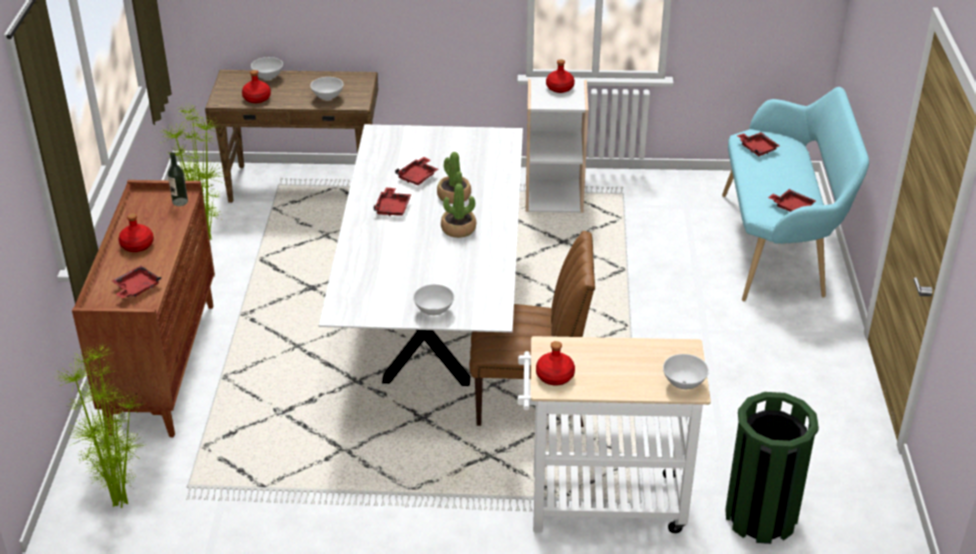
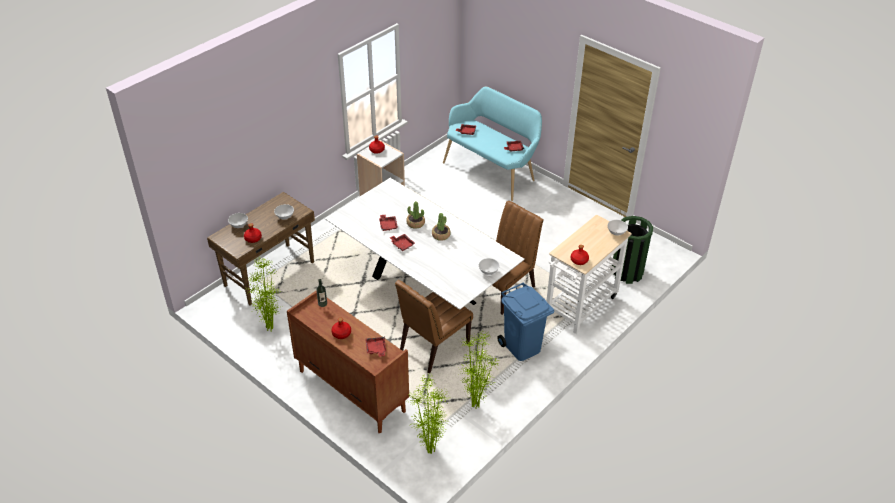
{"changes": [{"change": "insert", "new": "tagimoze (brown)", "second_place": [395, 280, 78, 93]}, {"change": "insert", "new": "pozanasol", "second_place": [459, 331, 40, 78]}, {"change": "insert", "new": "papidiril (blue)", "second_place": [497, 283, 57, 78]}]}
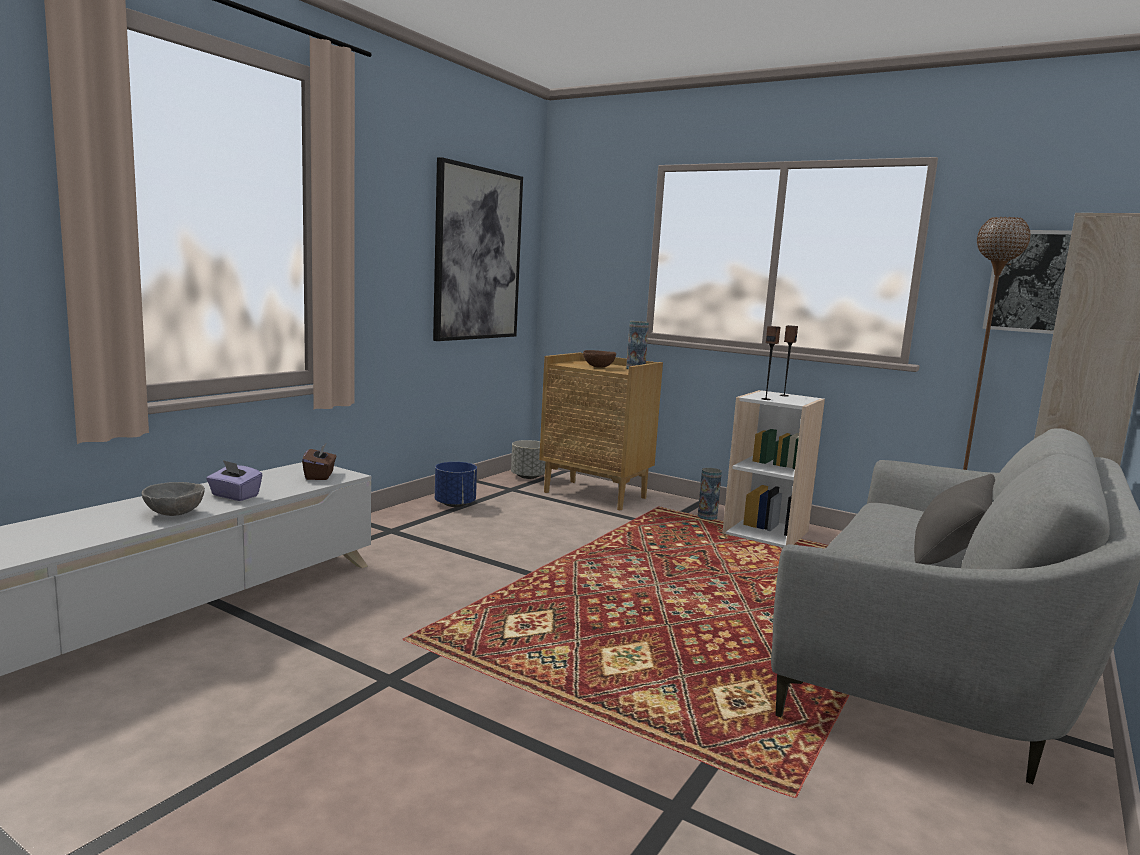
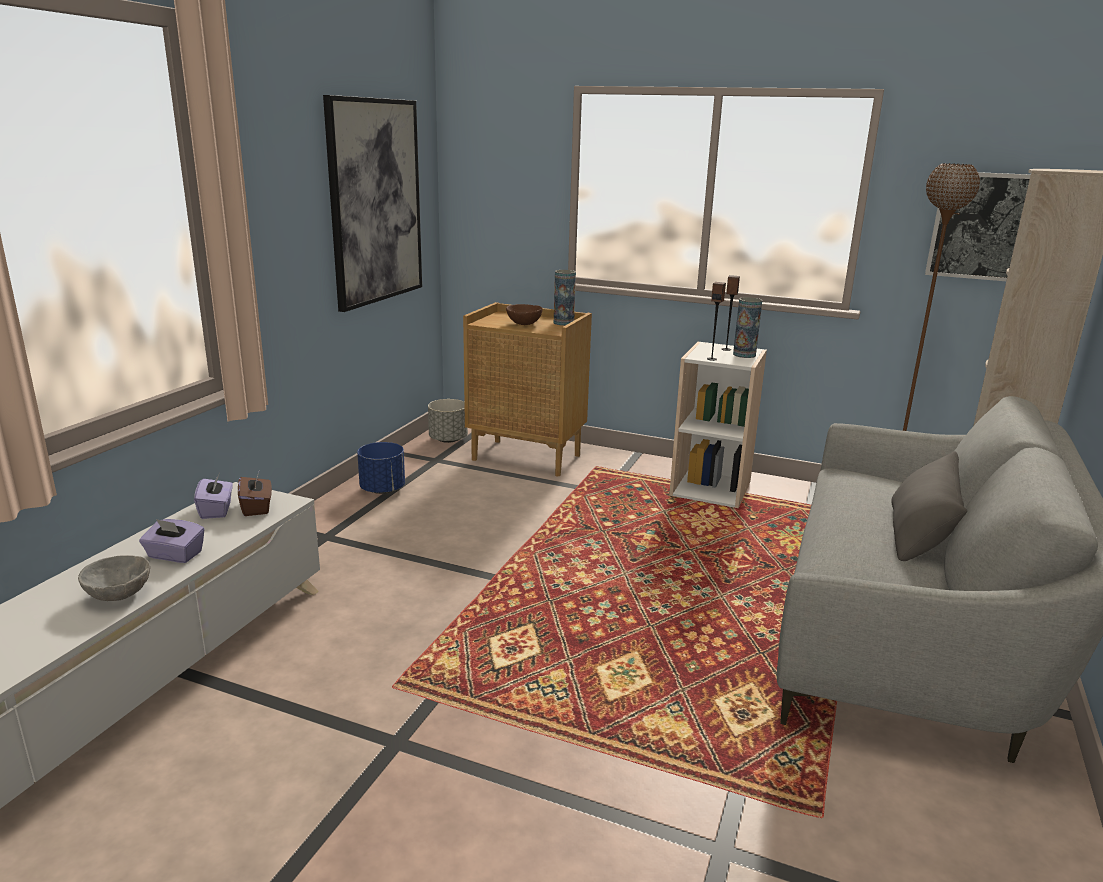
{"changes": [{"change": "move", "old": "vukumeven", "first_place": [698, 468, 24, 52], "second_place": [733, 297, 29, 61]}, {"change": "insert", "new": "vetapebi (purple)", "second_place": [194, 474, 39, 45]}]}
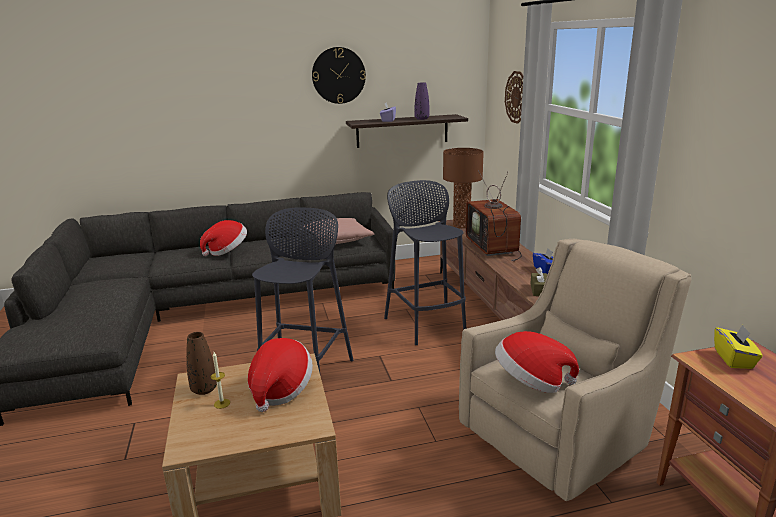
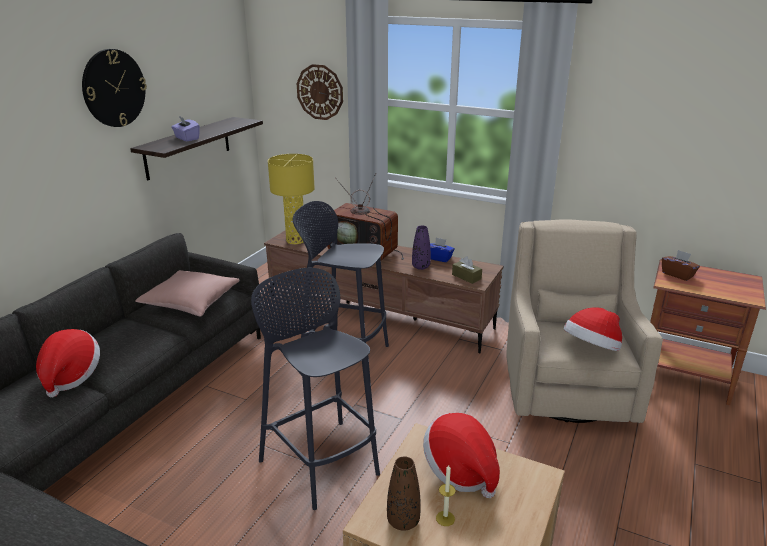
{"changes": [{"change": "move", "old": "vukumeven (purple)", "first_place": [414, 83, 16, 37], "second_place": [412, 225, 19, 45]}, {"change": "recolor", "old": "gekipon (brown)", "new": "gekipon (yellow)", "first_place": [443, 148, 41, 80], "second_place": [268, 154, 47, 90]}, {"change": "recolor", "old": "vetapebi (yellow)", "new": "vetapebi (brown)", "first_place": [714, 325, 49, 44], "second_place": [662, 250, 38, 31]}]}
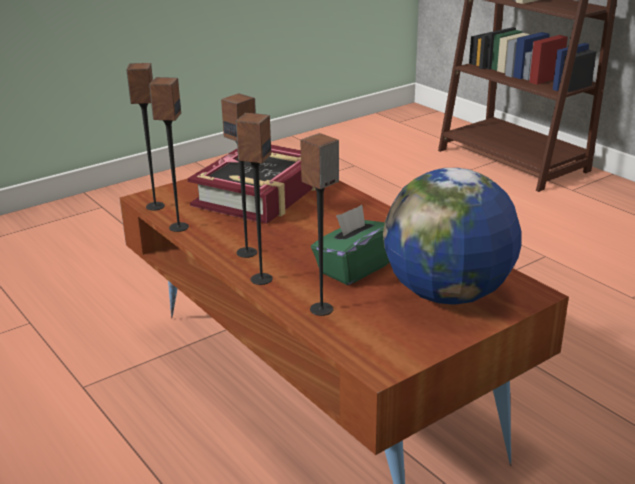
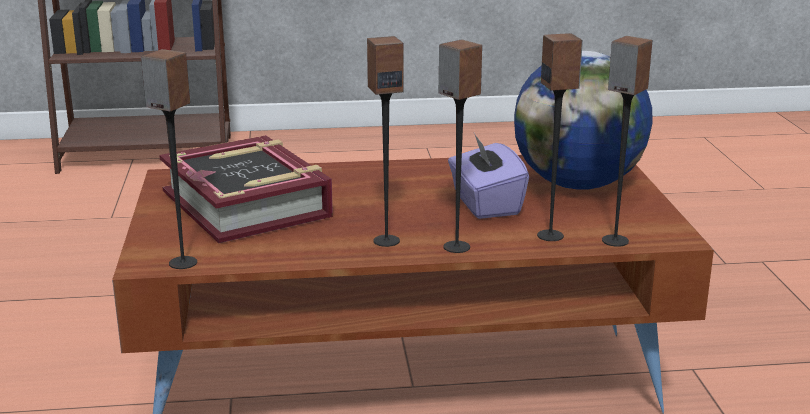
{"changes": [{"change": "move", "old": "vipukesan", "first_place": [149, 77, 40, 155], "second_place": [602, 36, 50, 211]}, {"change": "recolor", "old": "vetapebi (green)", "new": "vetapebi (purple)", "first_place": [311, 205, 79, 80], "second_place": [448, 133, 81, 86]}]}
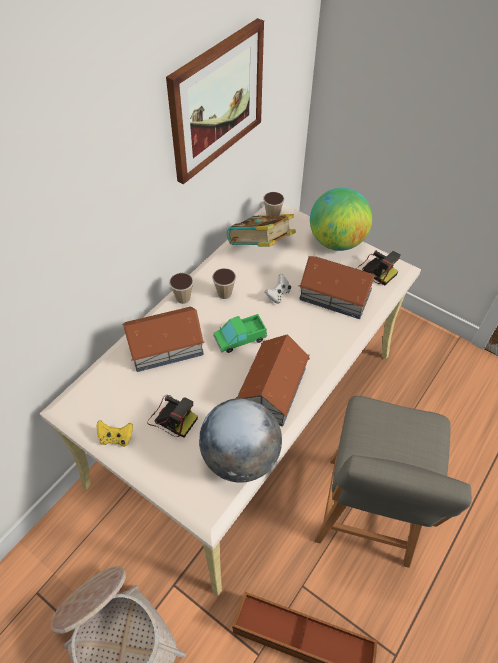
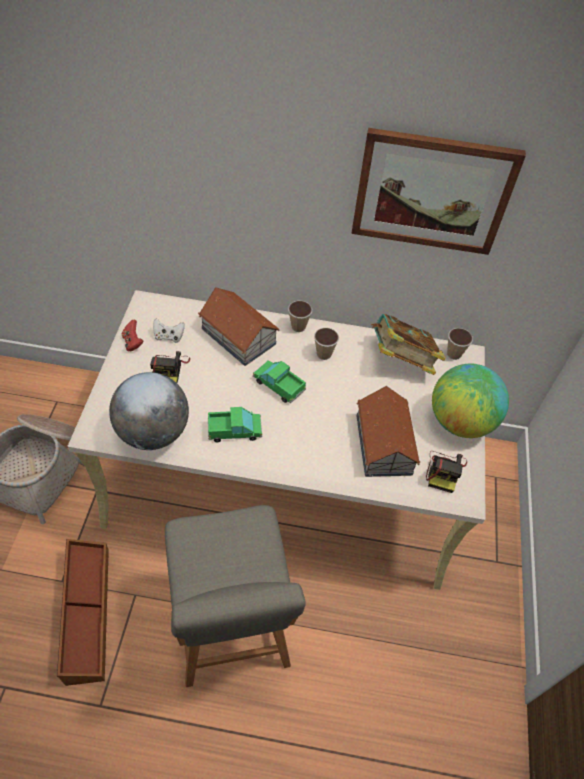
{"changes": [{"change": "recolor", "old": "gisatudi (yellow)", "new": "gisatudi (red)", "first_place": [97, 420, 36, 27], "second_place": [122, 320, 22, 32]}, {"change": "replace", "old": "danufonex", "new": "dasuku", "first_place": [236, 334, 74, 93], "second_place": [208, 407, 54, 35]}, {"change": "move", "old": "gisatudi (white)", "first_place": [265, 274, 26, 30], "second_place": [153, 319, 32, 24]}, {"change": "rotate", "old": "tagimoze (grey)", "first_place": [315, 396, 157, 172], "second_place": [165, 505, 141, 182], "degrees": -90}]}
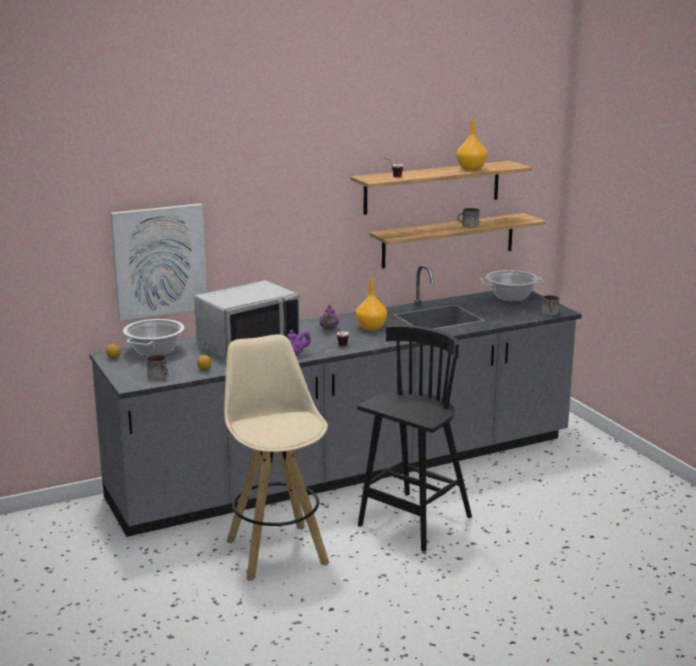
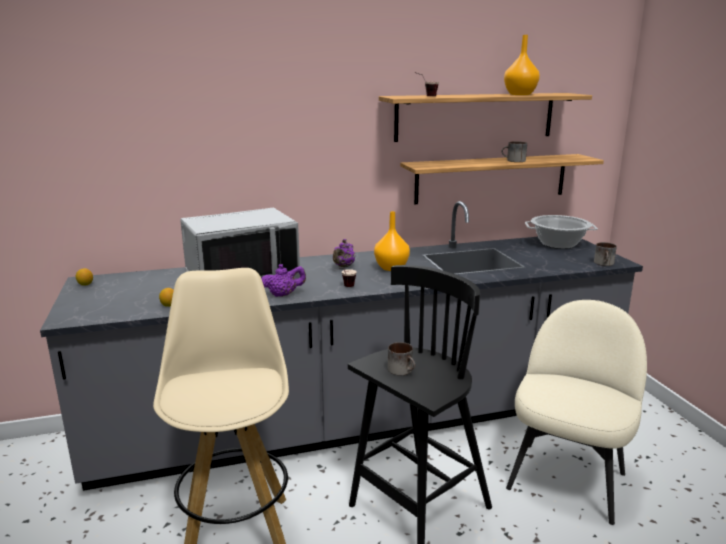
{"changes": [{"change": "delete", "old": "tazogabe", "first_place": [110, 203, 97, 118]}, {"change": "delete", "old": "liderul", "first_place": [123, 319, 62, 38]}, {"change": "move", "old": "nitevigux", "first_place": [147, 355, 21, 24], "second_place": [388, 342, 27, 33]}, {"change": "insert", "new": "tagimoze (beige)", "second_place": [506, 300, 141, 225]}]}
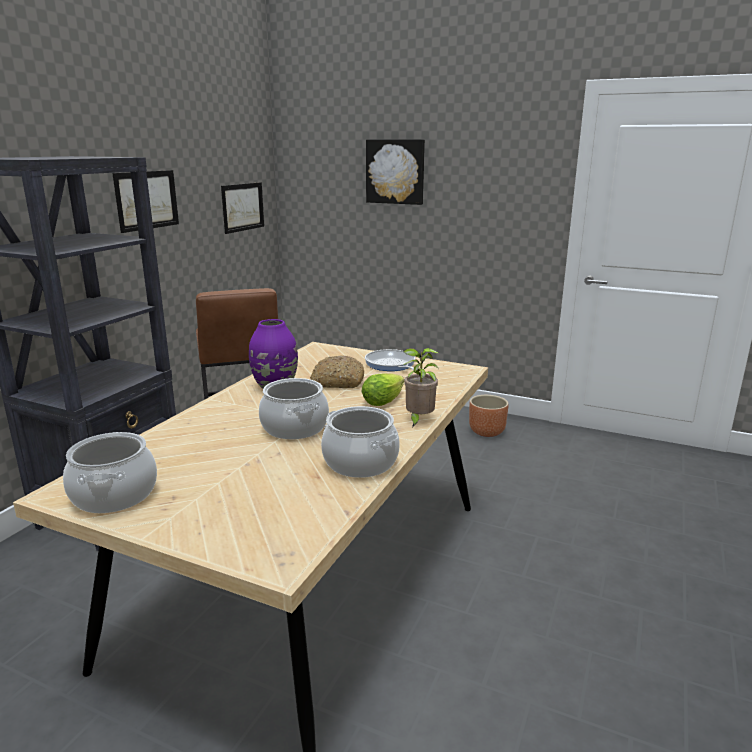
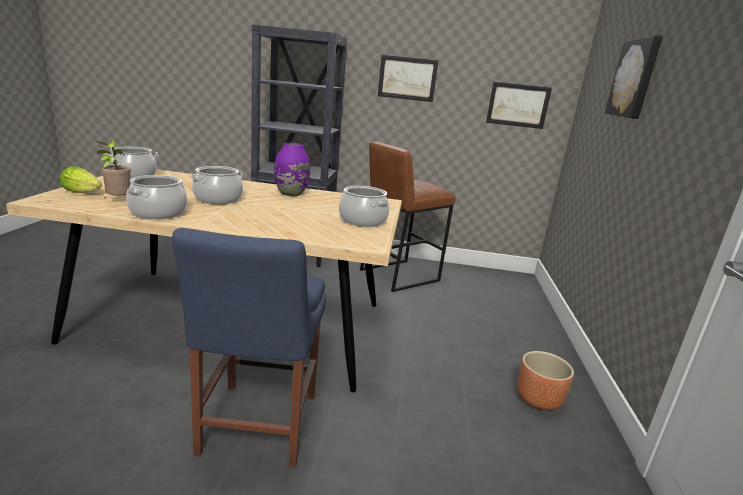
{"changes": [{"change": "delete", "old": "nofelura", "first_place": [310, 355, 54, 33]}, {"change": "move", "old": "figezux", "first_place": [361, 373, 43, 33], "second_place": [59, 166, 43, 27]}, {"change": "replace", "old": "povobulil", "new": "liderul", "first_place": [365, 349, 53, 22], "second_place": [339, 186, 50, 41]}, {"change": "move", "old": "pozanasol", "first_place": [403, 348, 36, 80], "second_place": [97, 140, 34, 59]}, {"change": "insert", "new": "tagimoze (blue)", "second_place": [172, 228, 154, 239]}]}
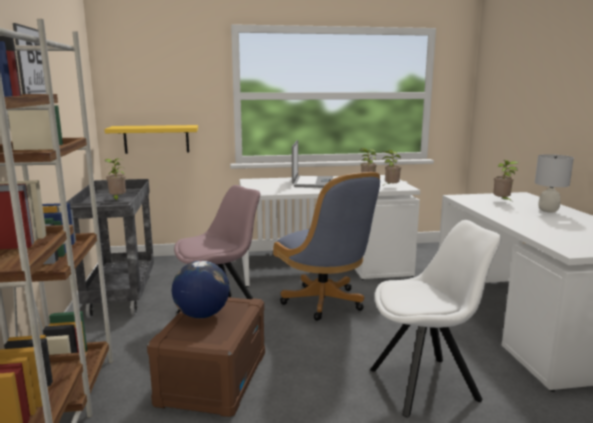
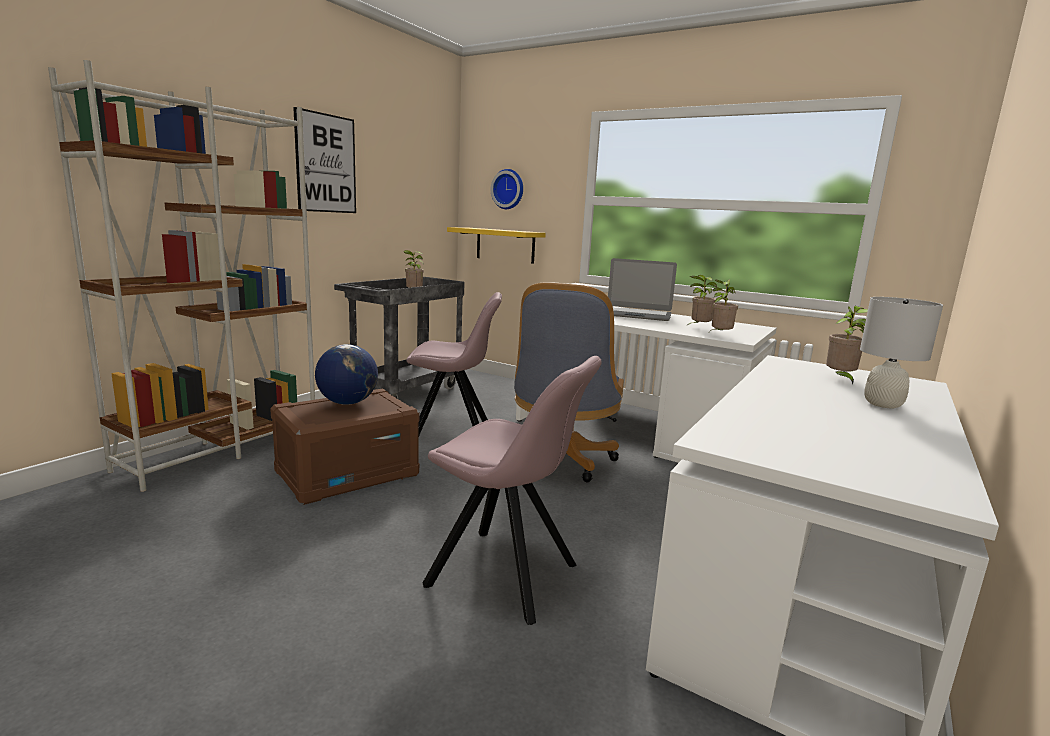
{"changes": [{"change": "rotate", "old": "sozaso", "first_place": [292, 140, 41, 48], "second_place": [608, 258, 69, 63], "degrees": 60}, {"change": "recolor", "old": "tagimoze (white)", "new": "tagimoze (pink)", "first_place": [370, 220, 131, 197], "second_place": [423, 356, 179, 269]}, {"change": "insert", "new": "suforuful", "second_place": [491, 169, 32, 40]}]}
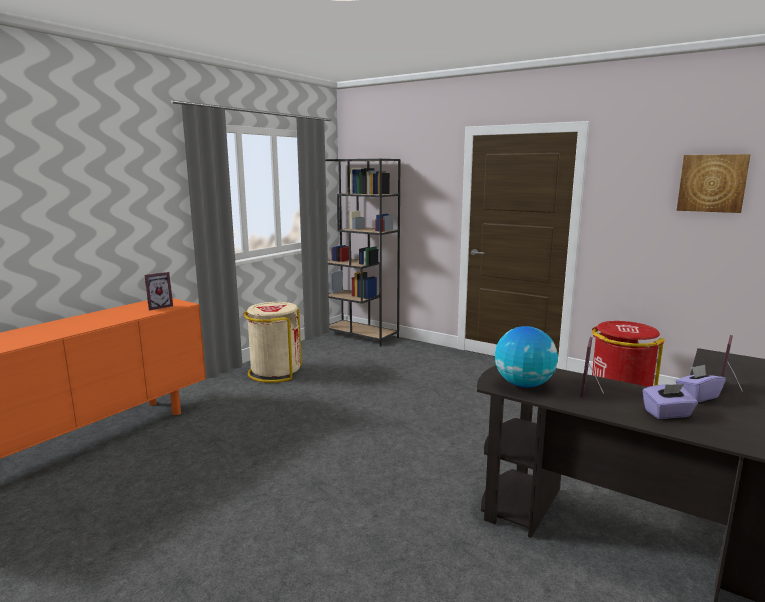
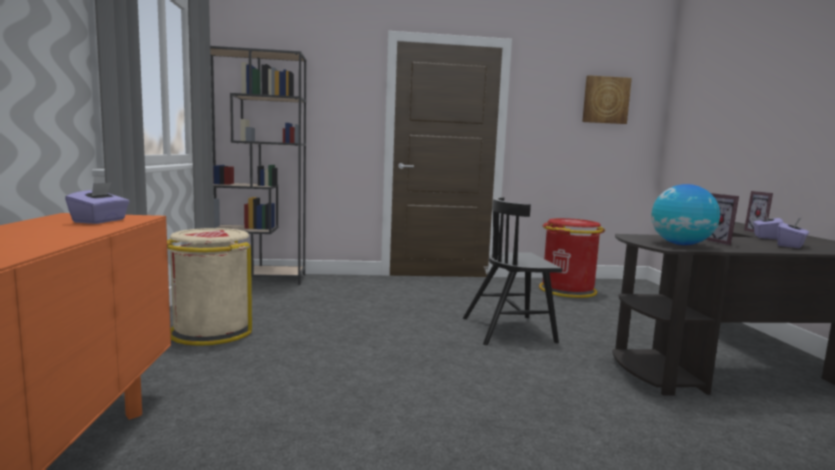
{"changes": [{"change": "replace", "old": "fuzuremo", "new": "vetapebi (purple)", "first_place": [145, 272, 28, 38], "second_place": [65, 182, 65, 42]}, {"change": "insert", "new": "tagimoze (black)", "second_place": [463, 197, 99, 148]}]}
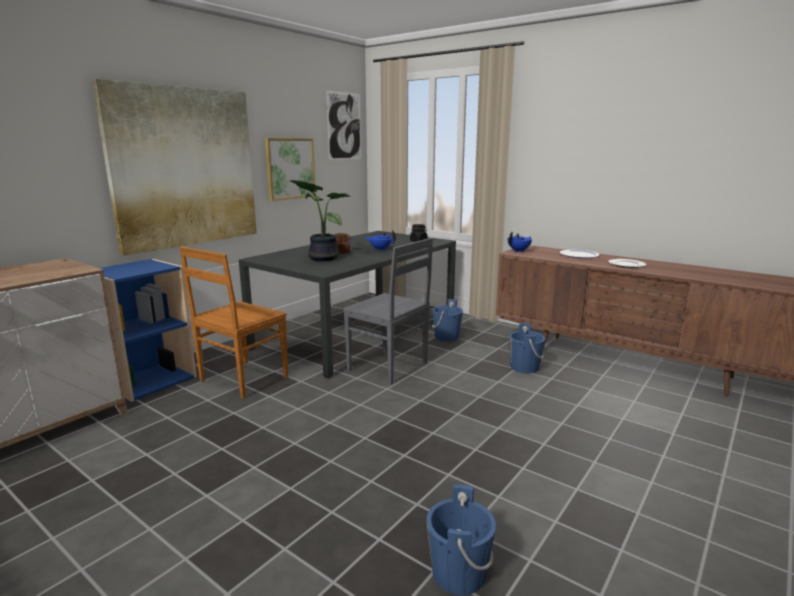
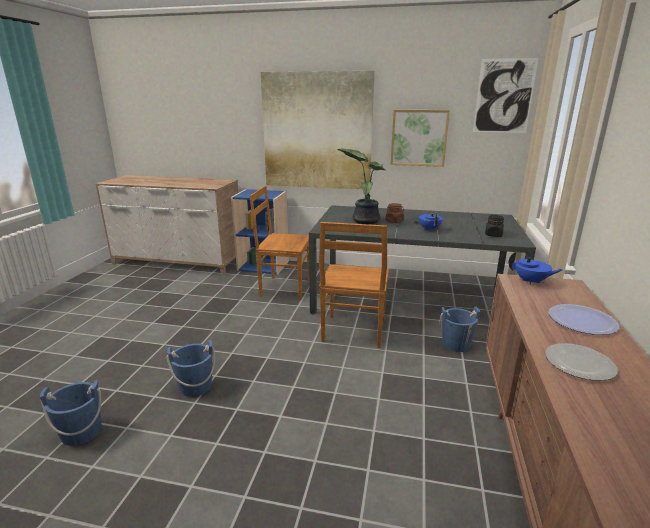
{"changes": [{"change": "recolor", "old": "tagimoze (grey)", "new": "tagimoze (brown)", "first_place": [343, 238, 90, 147], "second_place": [319, 222, 70, 126]}, {"change": "move", "old": "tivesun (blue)", "first_place": [509, 323, 36, 50], "second_place": [167, 340, 48, 57]}]}
